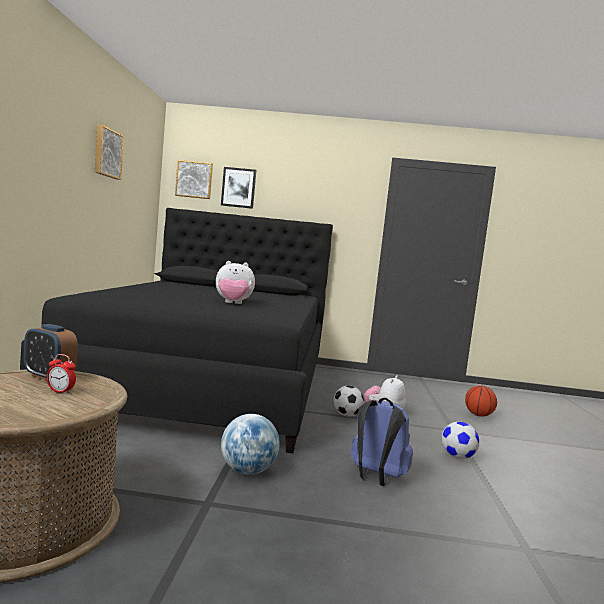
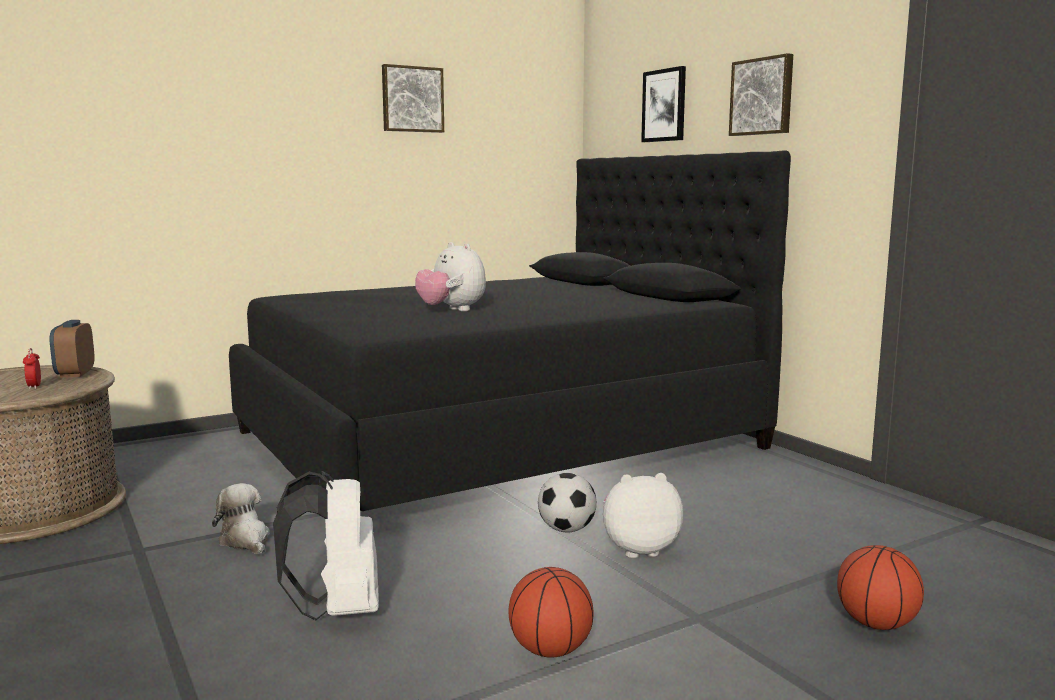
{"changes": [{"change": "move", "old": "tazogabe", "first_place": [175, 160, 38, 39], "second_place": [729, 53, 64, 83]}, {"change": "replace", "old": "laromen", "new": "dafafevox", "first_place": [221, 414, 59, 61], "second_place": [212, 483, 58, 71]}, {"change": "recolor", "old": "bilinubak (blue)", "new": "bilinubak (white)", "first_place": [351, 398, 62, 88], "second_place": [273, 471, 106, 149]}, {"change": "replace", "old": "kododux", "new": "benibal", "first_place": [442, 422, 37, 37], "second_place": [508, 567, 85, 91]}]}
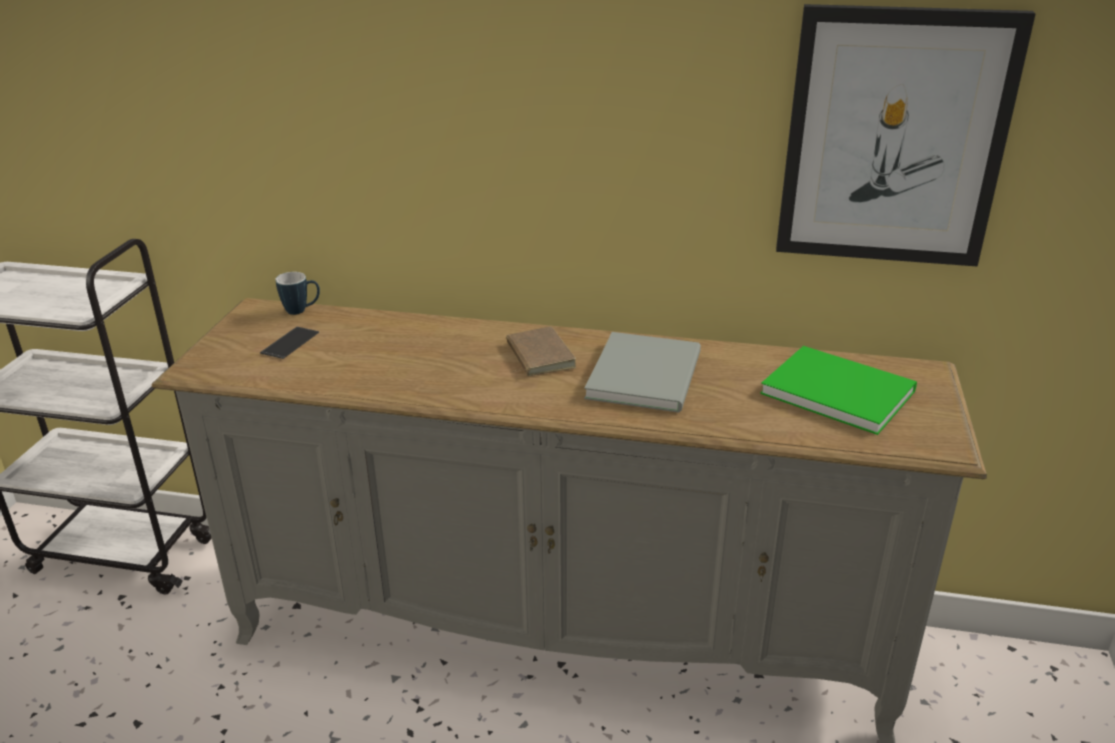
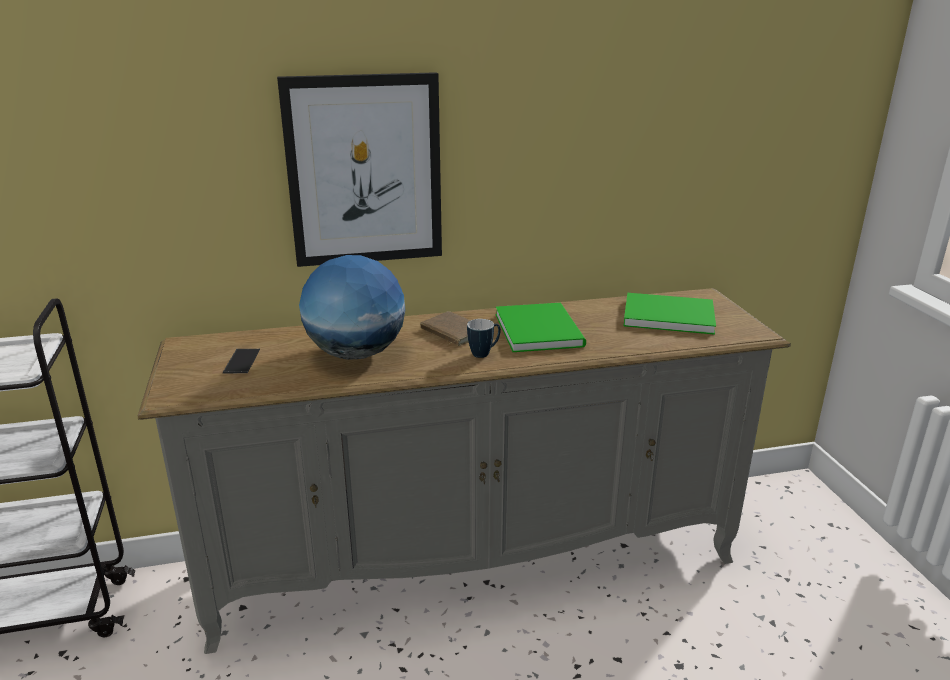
{"changes": [{"change": "move", "old": "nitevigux", "first_place": [275, 272, 45, 43], "second_place": [467, 319, 34, 39]}, {"change": "recolor", "old": "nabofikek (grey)", "new": "nabofikek (green)", "first_place": [584, 332, 117, 80], "second_place": [496, 303, 90, 49]}, {"change": "move", "old": "tazogabe", "first_place": [776, 4, 260, 263], "second_place": [277, 72, 165, 195]}, {"change": "insert", "new": "laromen", "second_place": [299, 255, 107, 105]}]}
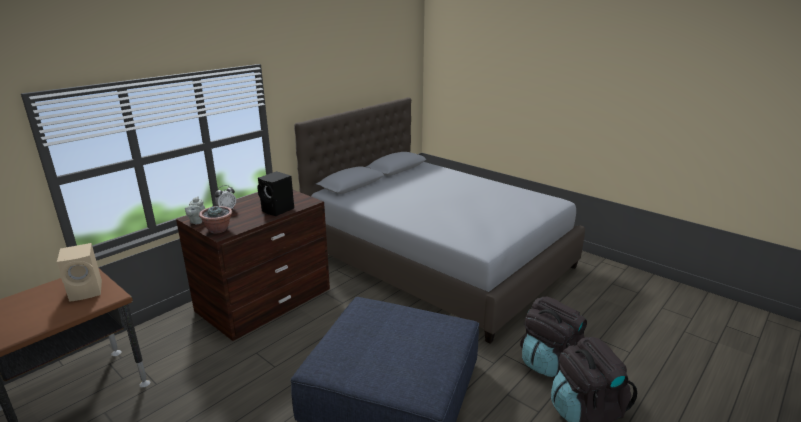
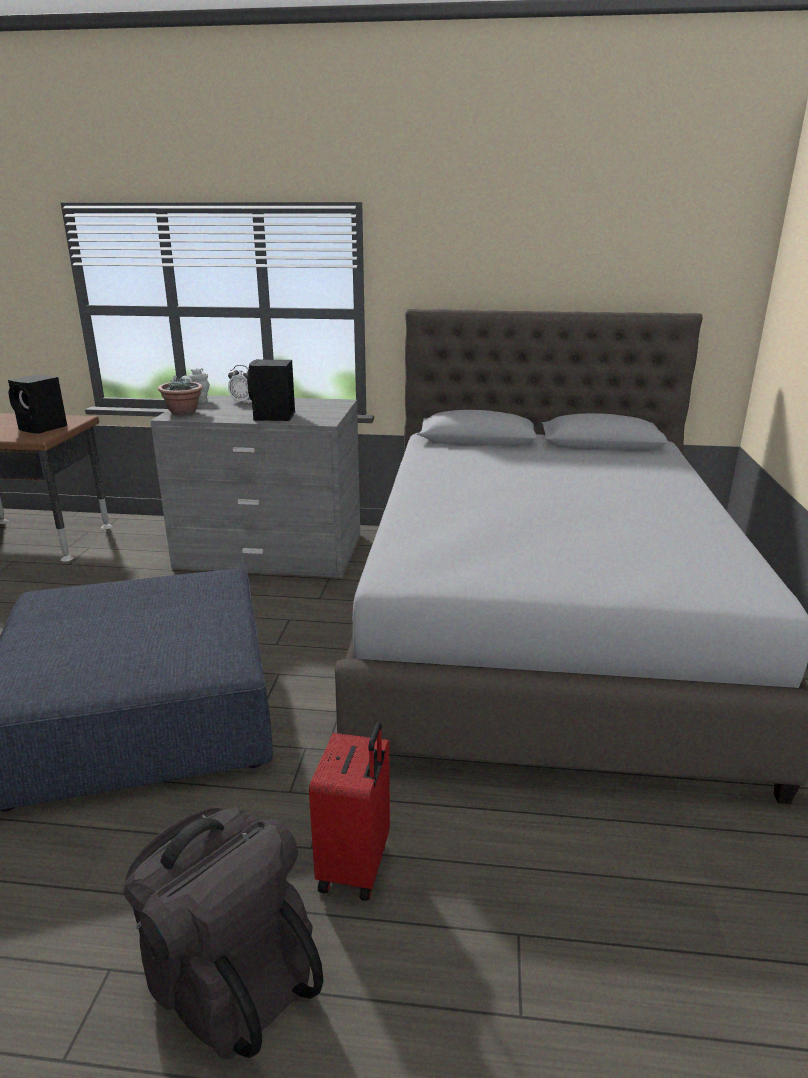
{"changes": [{"change": "recolor", "old": "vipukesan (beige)", "new": "vipukesan (black)", "first_place": [57, 243, 45, 59], "second_place": [8, 374, 59, 60]}, {"change": "recolor", "old": "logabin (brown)", "new": "logabin (grey)", "first_place": [176, 190, 154, 151], "second_place": [150, 395, 210, 183]}, {"change": "replace", "old": "bilinubak (black)", "new": "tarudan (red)", "first_place": [520, 297, 67, 80], "second_place": [309, 723, 81, 178]}]}
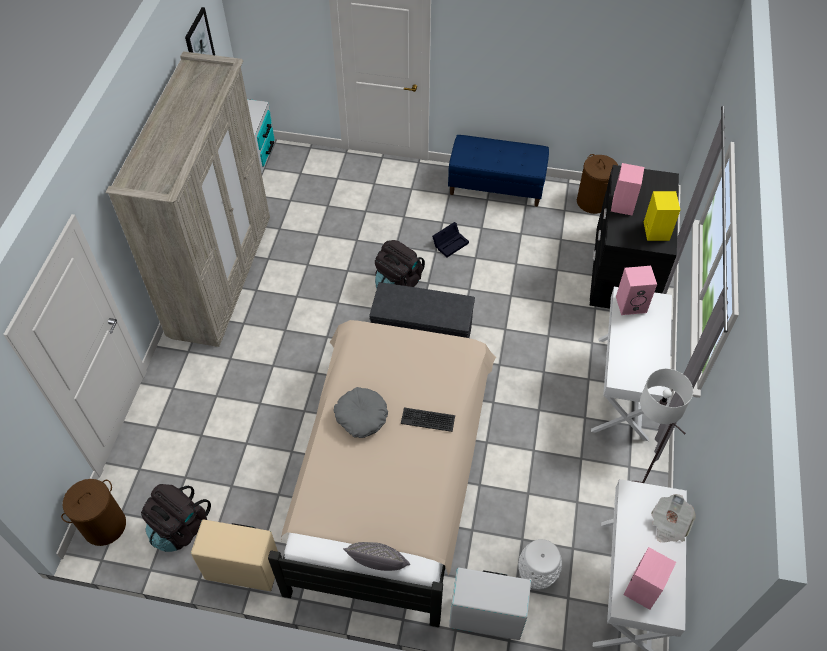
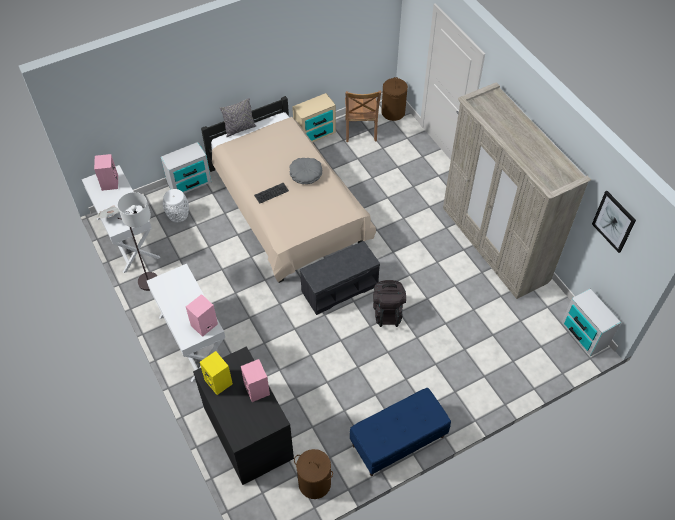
{"changes": [{"change": "replace", "old": "bilinubak (black)", "new": "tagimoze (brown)", "first_place": [141, 484, 70, 68], "second_place": [345, 90, 36, 52]}, {"change": "delete", "old": "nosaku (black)", "first_place": [432, 222, 37, 36]}]}
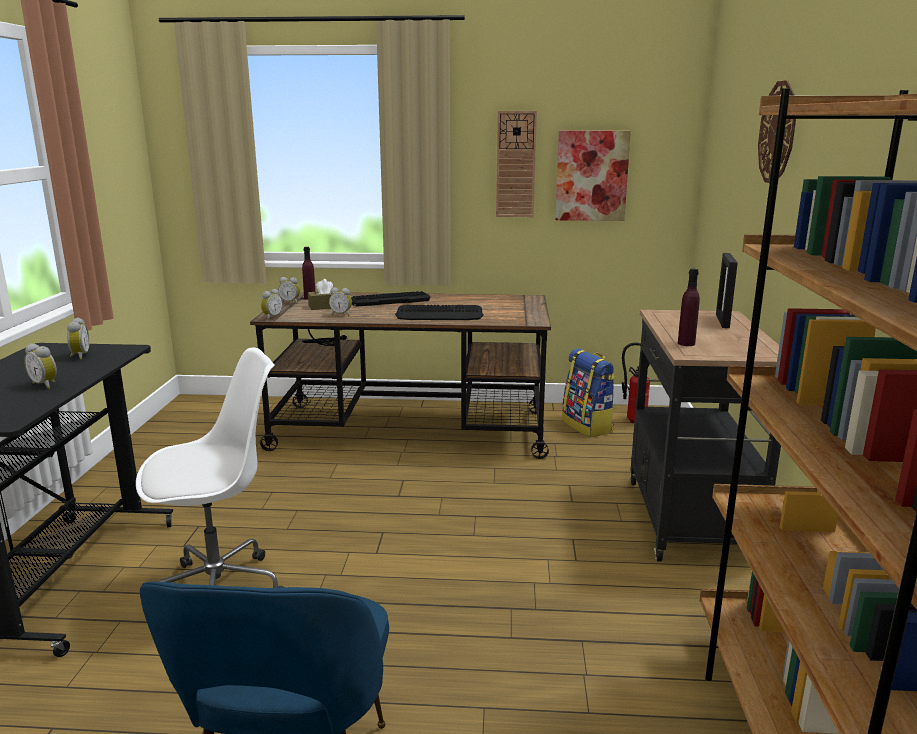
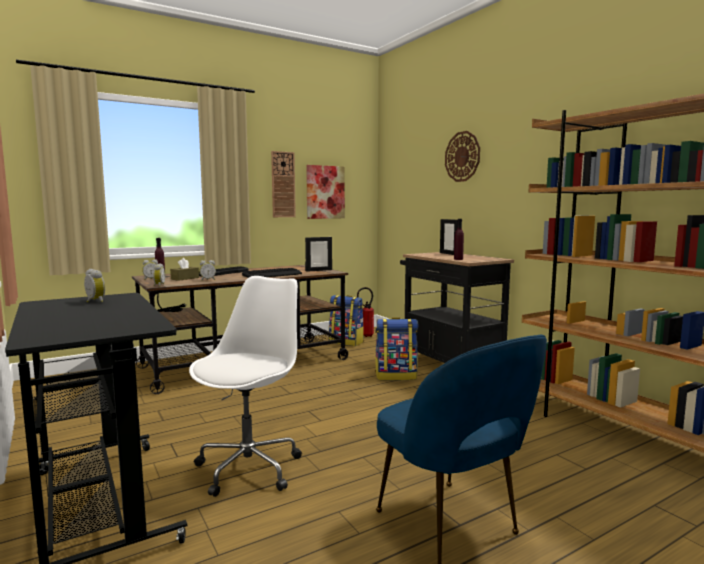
{"changes": [{"change": "delete", "old": "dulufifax", "first_place": [24, 344, 33, 45]}, {"change": "insert", "new": "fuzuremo", "second_place": [305, 237, 27, 35]}, {"change": "insert", "new": "bilinubak", "second_place": [375, 318, 43, 63]}]}
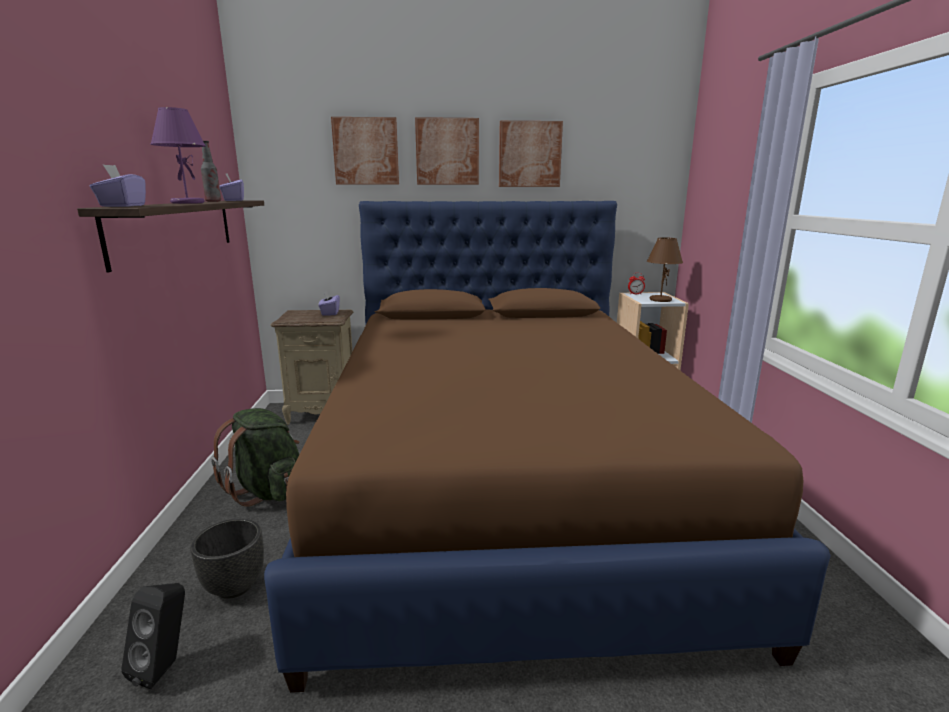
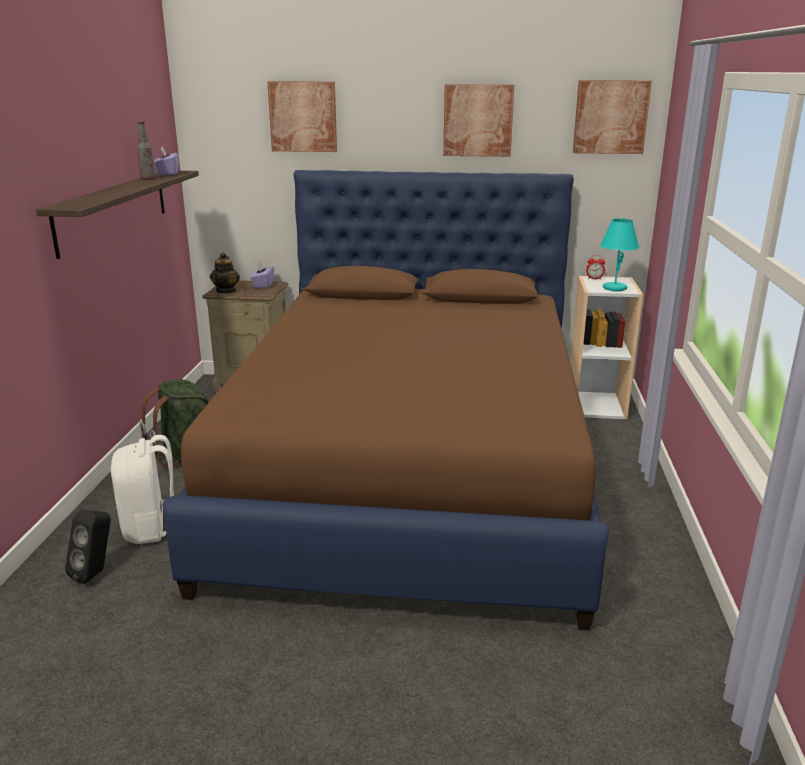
{"changes": [{"change": "delete", "old": "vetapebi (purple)", "first_place": [90, 164, 56, 43]}, {"change": "delete", "old": "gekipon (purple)", "first_place": [151, 107, 55, 97]}, {"change": "replace", "old": "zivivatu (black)", "new": "bilinubak (white)", "first_place": [190, 518, 74, 81], "second_place": [111, 435, 63, 109]}, {"change": "move", "old": "tazogabe", "first_place": [415, 117, 64, 68], "second_place": [573, 80, 79, 74]}, {"change": "recolor", "old": "gekipon (brown)", "new": "gekipon (turquoise)", "first_place": [647, 238, 36, 64], "second_place": [600, 219, 39, 72]}, {"change": "insert", "new": "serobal", "second_place": [210, 252, 30, 42]}]}
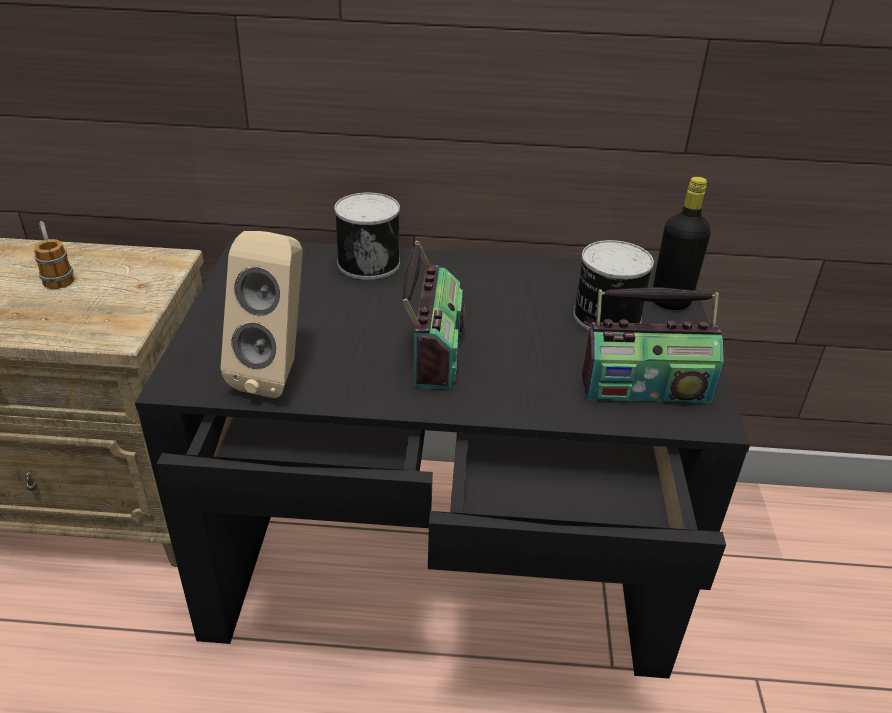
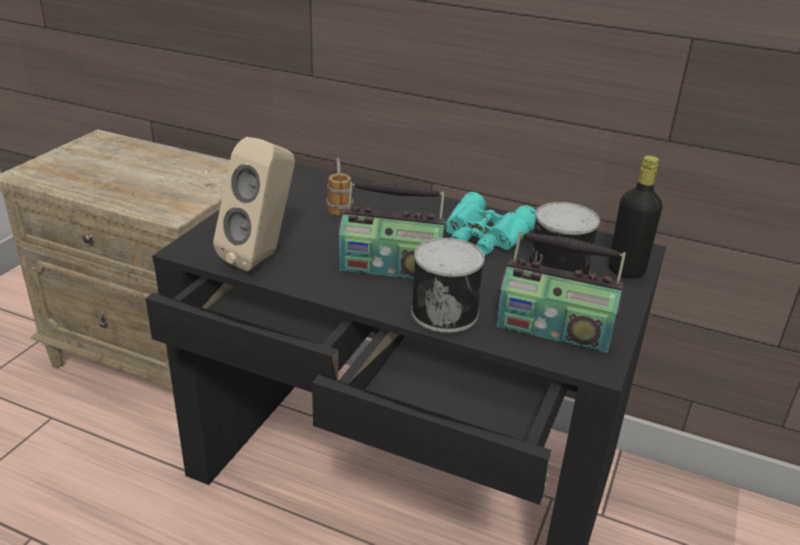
{"changes": [{"change": "move", "old": "nitevigux", "first_place": [34, 221, 40, 68], "second_place": [326, 158, 27, 58]}, {"change": "move", "old": "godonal", "first_place": [334, 192, 66, 88], "second_place": [411, 238, 73, 95]}, {"change": "rotate", "old": "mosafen", "first_place": [403, 241, 62, 149], "second_place": [338, 182, 109, 97], "degrees": 75}, {"change": "insert", "new": "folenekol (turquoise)", "second_place": [445, 192, 91, 64]}]}
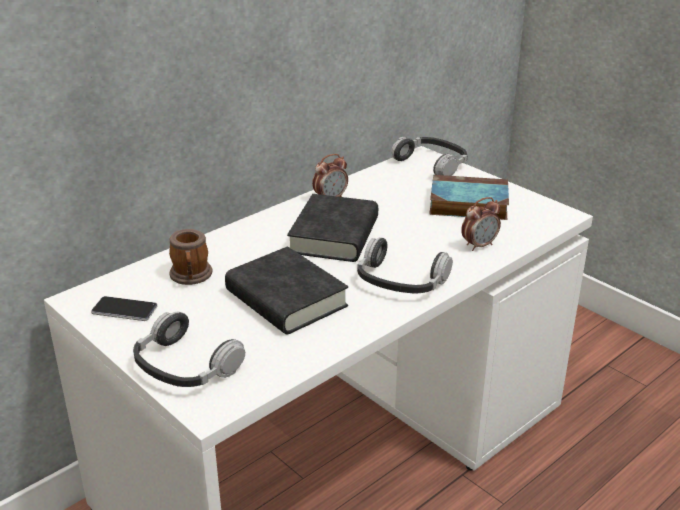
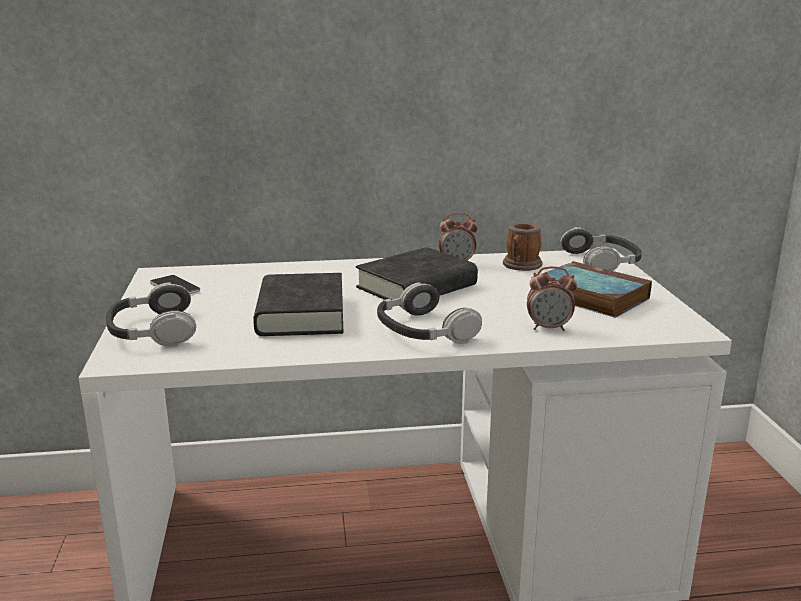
{"changes": [{"change": "move", "old": "nitevigux", "first_place": [169, 229, 44, 56], "second_place": [503, 222, 40, 49]}]}
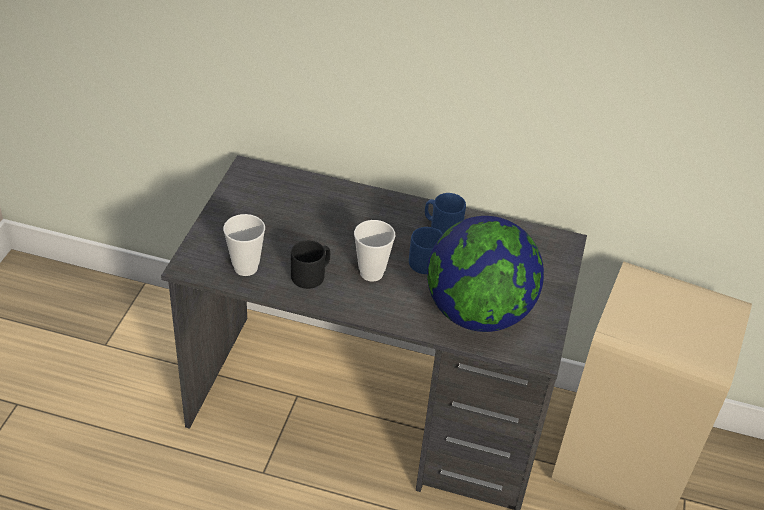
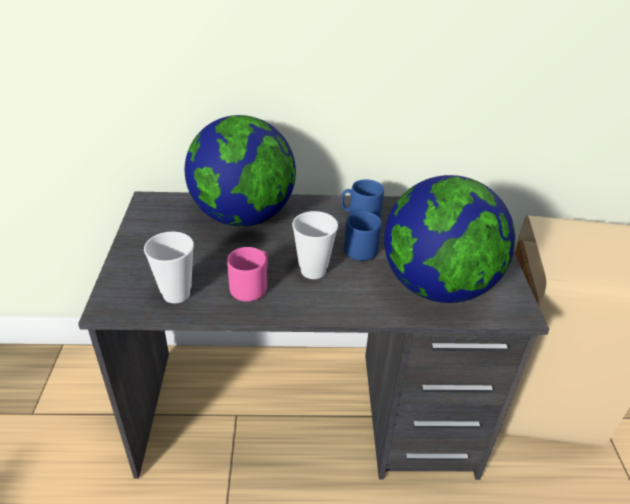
{"changes": [{"change": "recolor", "old": "nitevigux (black)", "new": "nitevigux (pink)", "first_place": [291, 240, 39, 49], "second_place": [227, 247, 41, 55]}, {"change": "insert", "new": "laromen", "second_place": [185, 115, 111, 112]}]}
